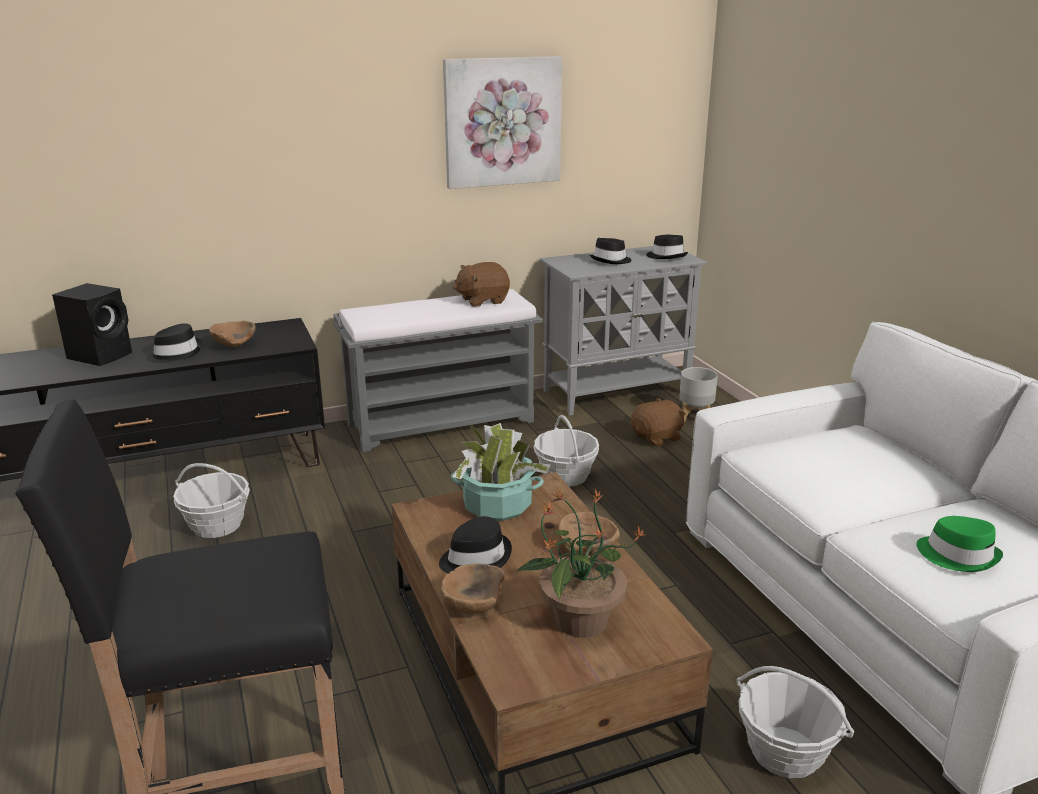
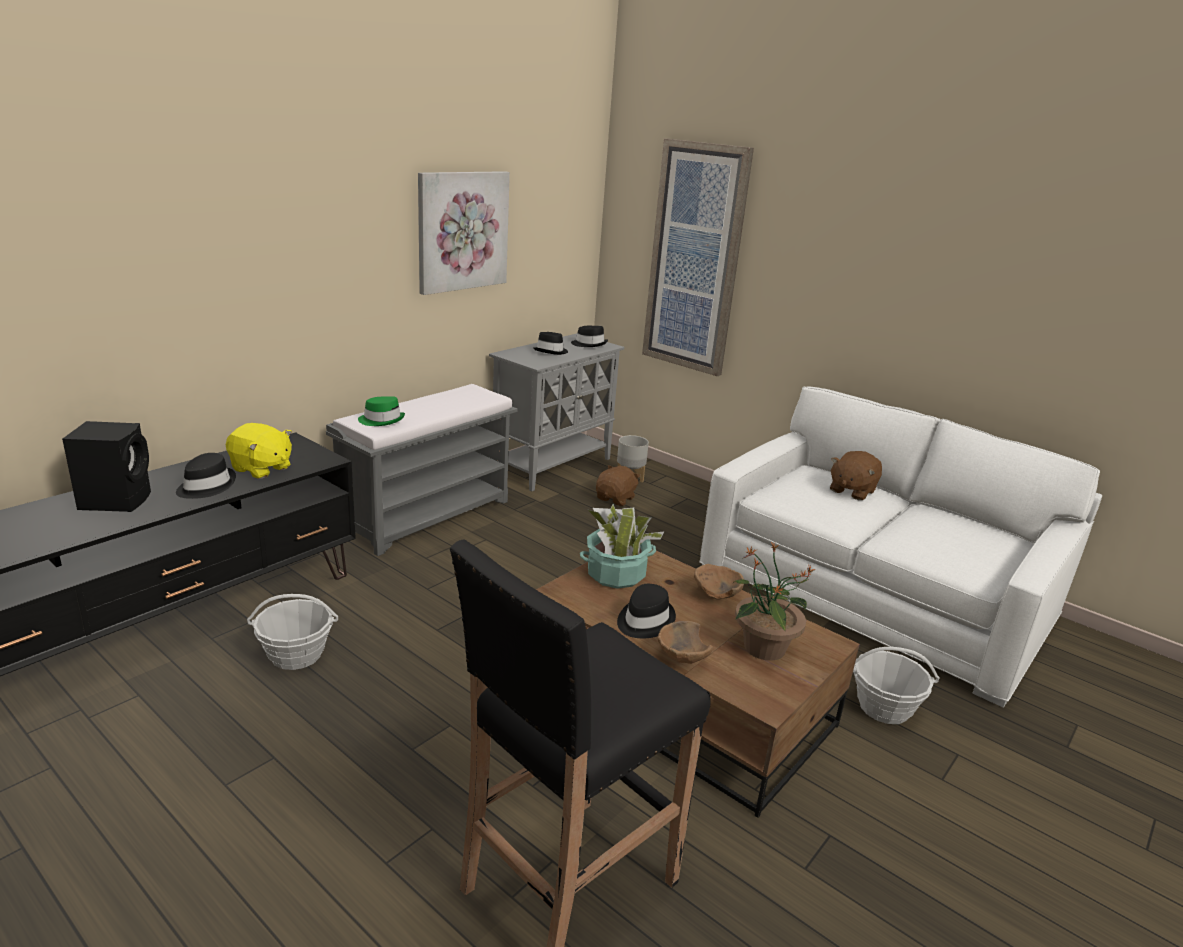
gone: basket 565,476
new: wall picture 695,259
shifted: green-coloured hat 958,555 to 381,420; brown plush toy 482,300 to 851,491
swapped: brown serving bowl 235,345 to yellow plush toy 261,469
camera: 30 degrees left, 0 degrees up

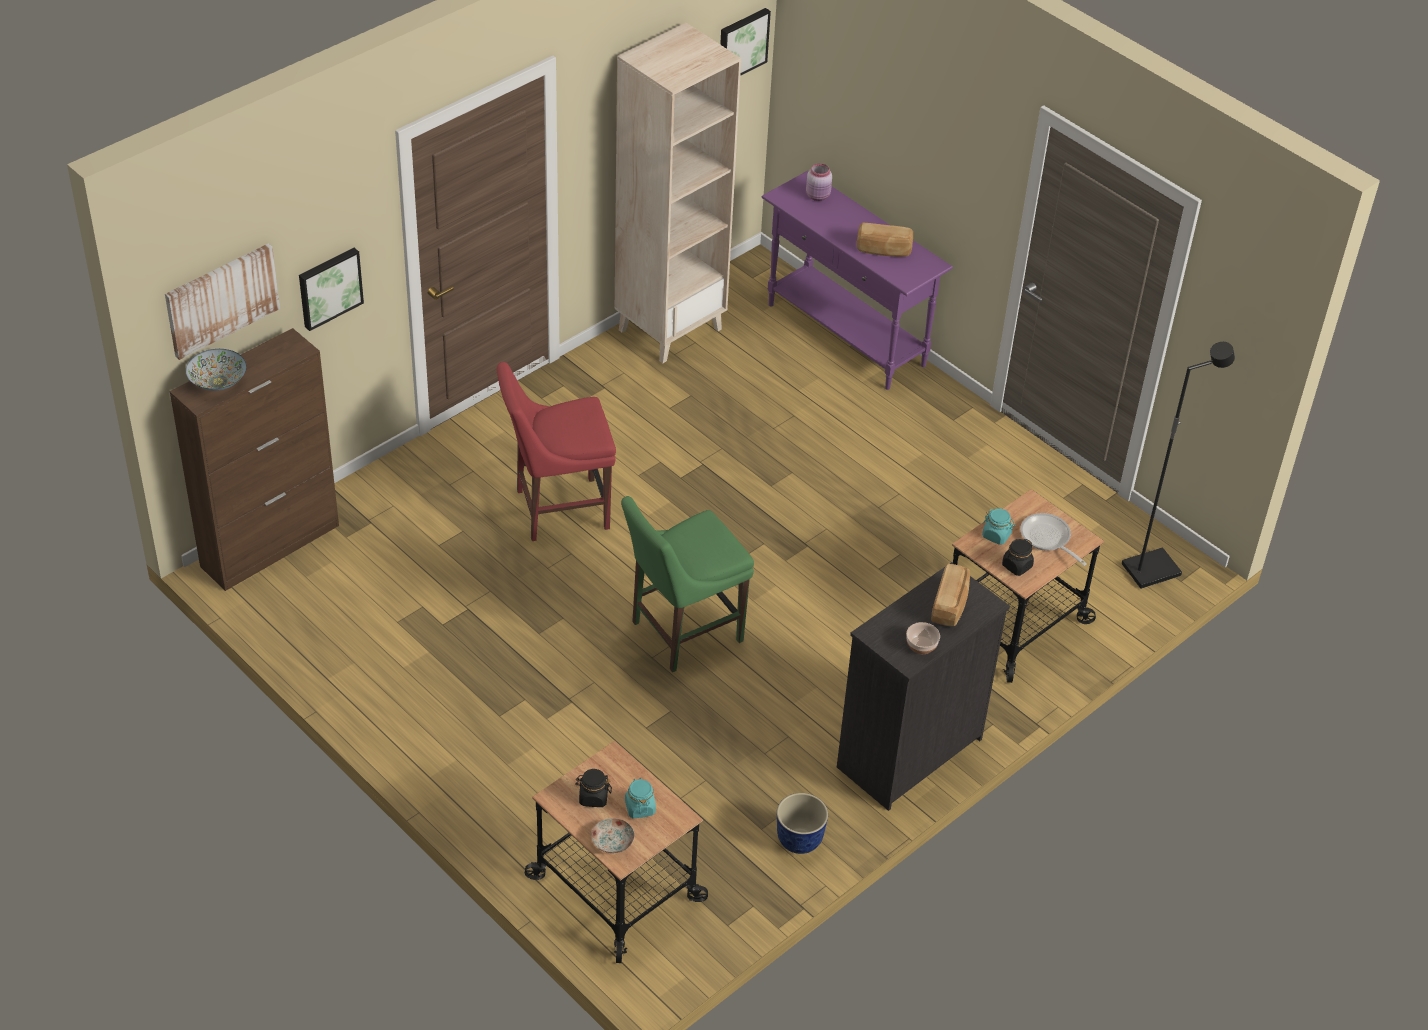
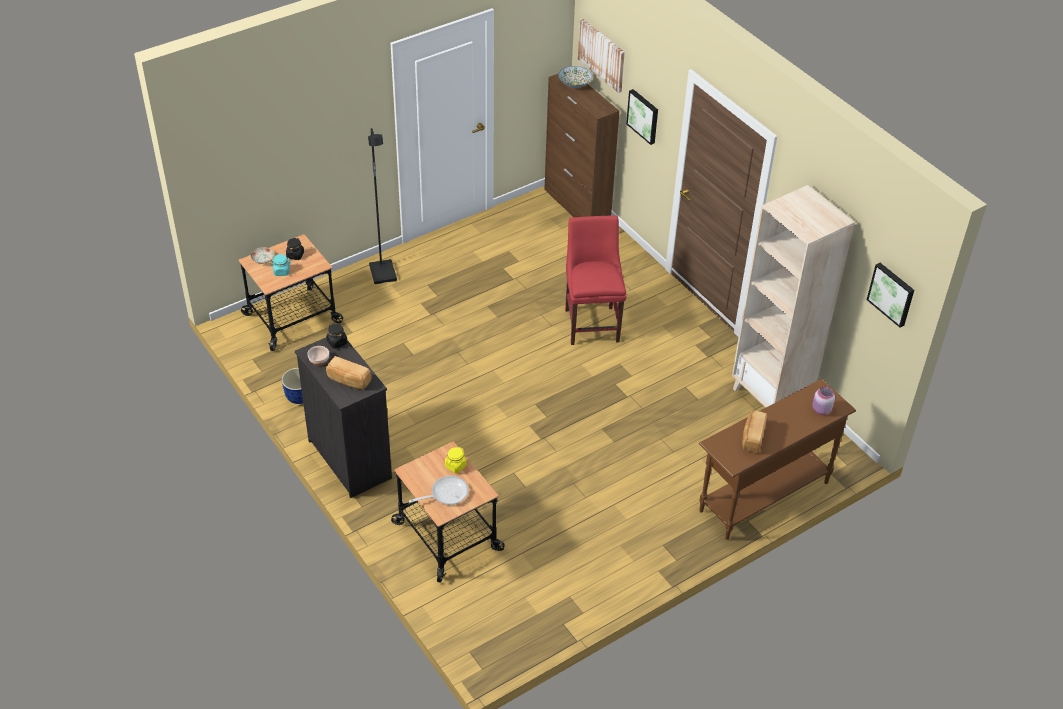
gone: green-coloured chair 682,633
shifted: black preserve jar 1017,566 to 337,342; black standard lamp 1150,569 to 384,273
repainted: blue-green preserve jar 996,535 to yellow preserve jar 455,466; purplish narrow table 846,335 to brown narrow table 763,496
camera: 100 degrees right, 0 degrees up

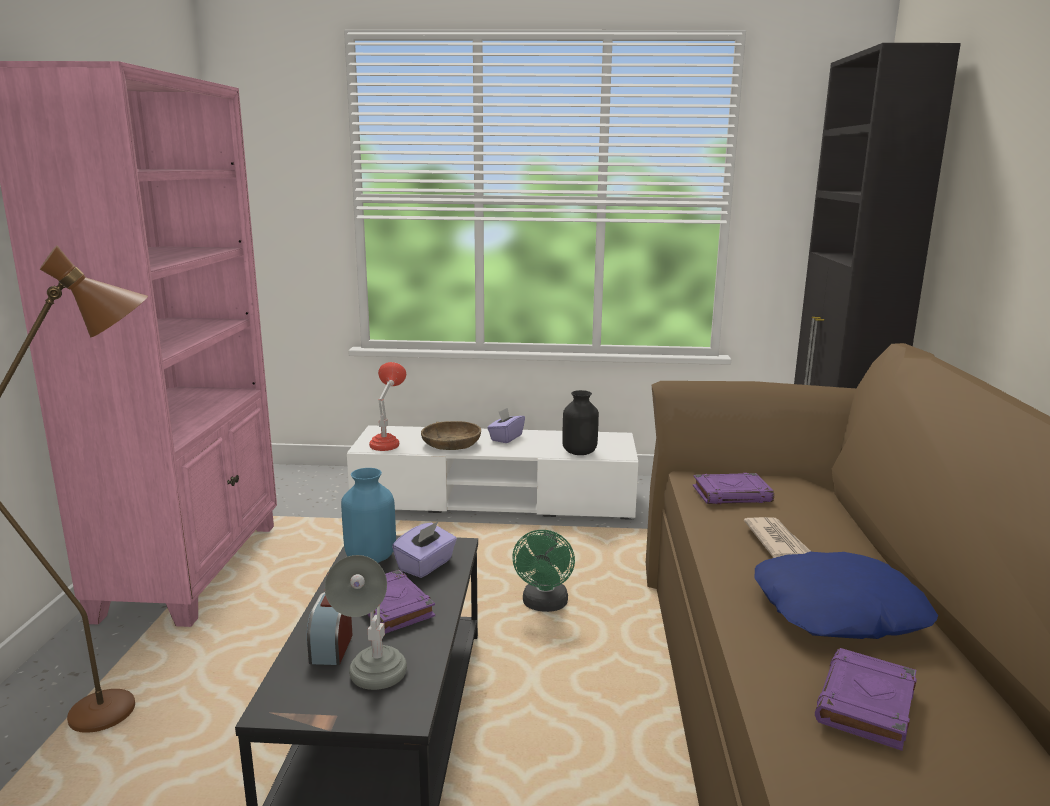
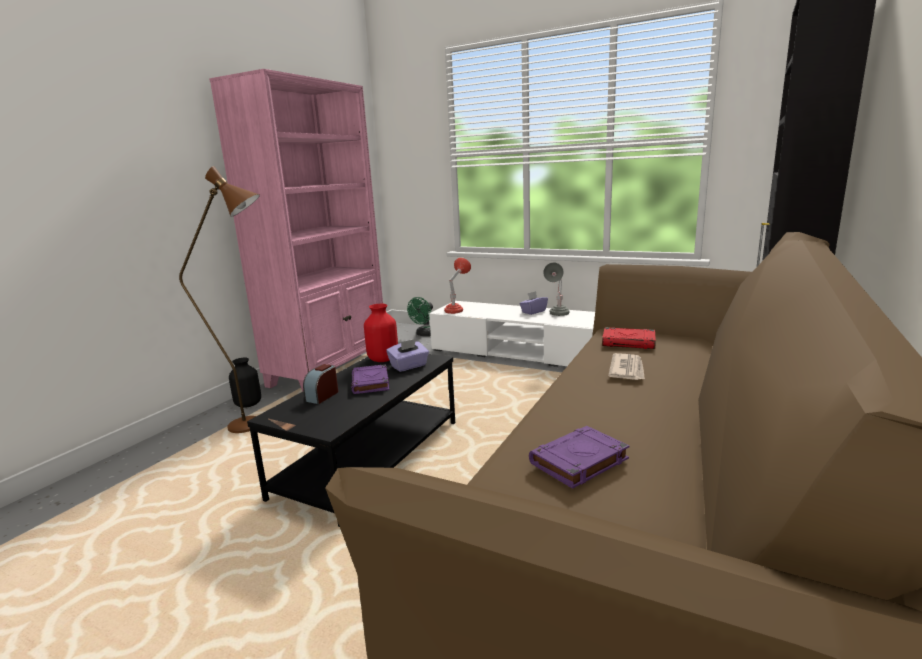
gone: brown serving bowl 451,444; bluish cushion 839,611
shifted: black decorative vase 579,452 to 248,404; green-coloured cooling fan 544,605 to 424,334; gray tabletop lamp 373,684 to 557,315
repainted: bluish decorative vase 370,557 to red-coloured decorative vase 382,359; purplish volume 732,494 to red-coloured volume 629,342
camera: 25 degrees right, 0 degrees up

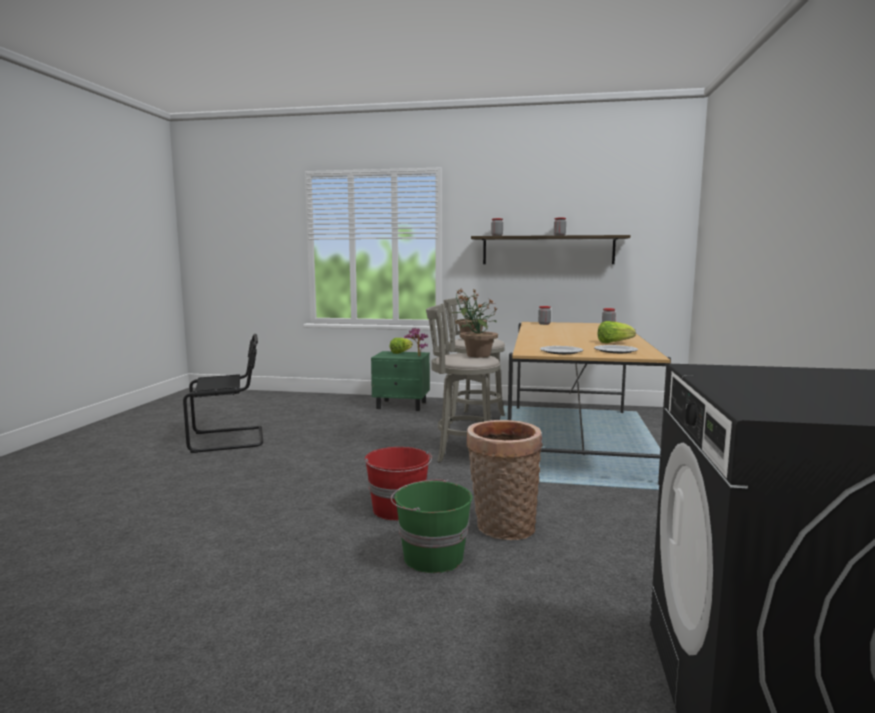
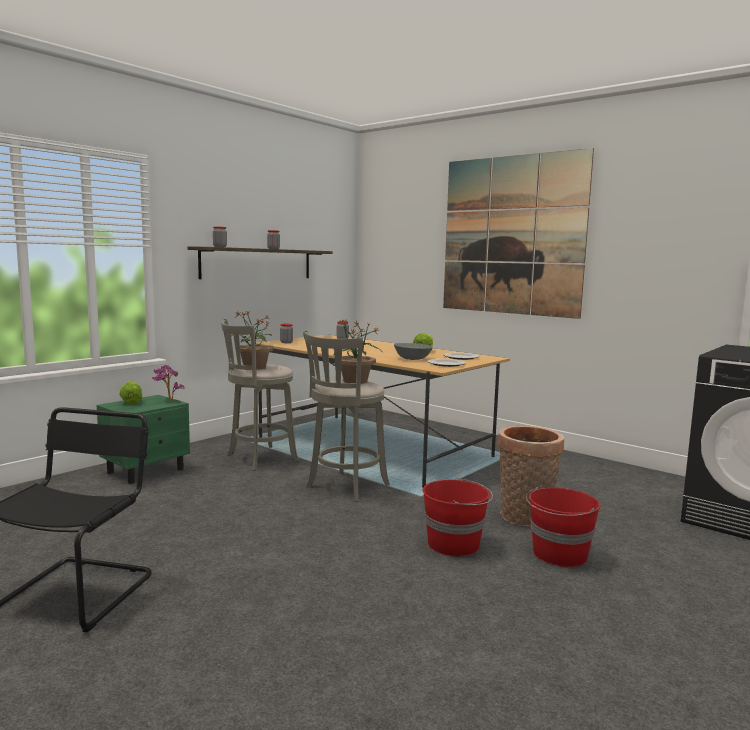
new: gray serving bowl 412,359; wall picture 511,235
repainted: green-coloured bucket 432,557 to red-coloured bucket 559,554
camera: 60 degrees left, 0 degrees up

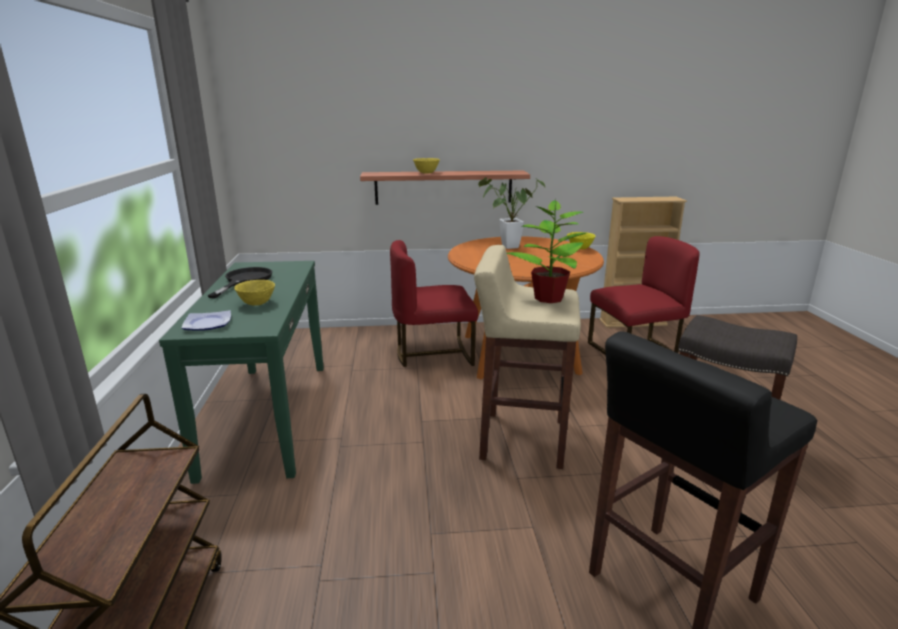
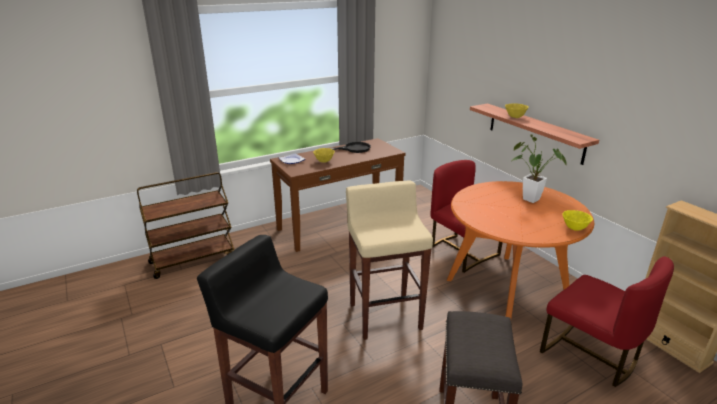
gone: plant in a pot 548,298
repainted: green-coloured narrow table 267,416 to brown narrow table 339,225
camera: 65 degrees right, 5 degrees up

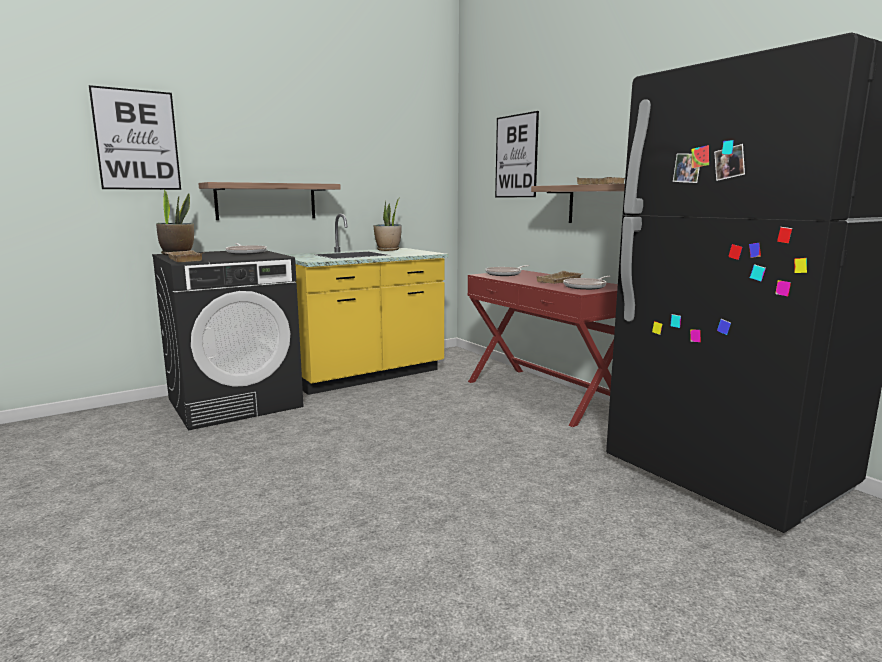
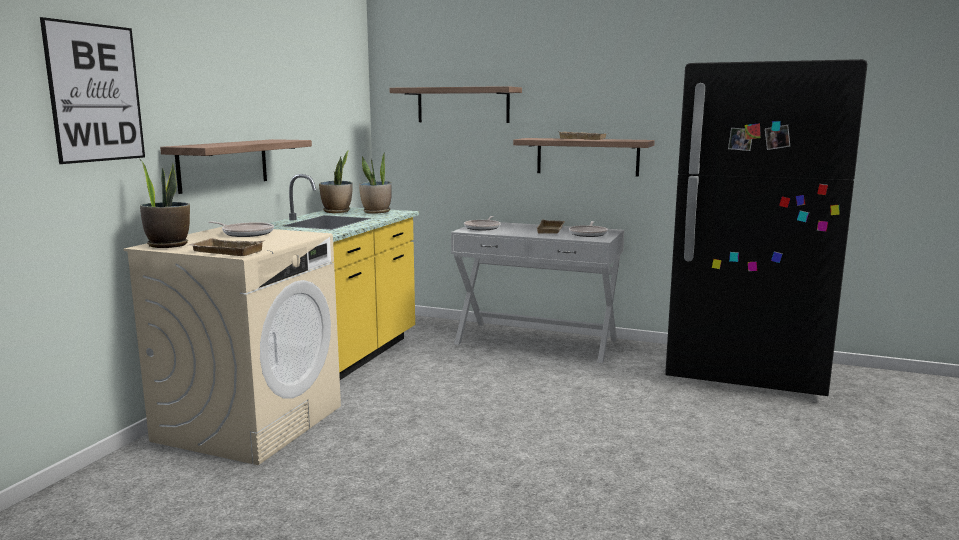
new: plant in a pot 376,212
swapped: wall picture 516,156 to bracket shelf 463,105
repainted: black laundry appliance 235,402 to beige-coloured laundry appliance 250,422; red-coloured narrow table 543,394 to white narrow table 536,341
camera: 35 degrees left, 0 degrees up

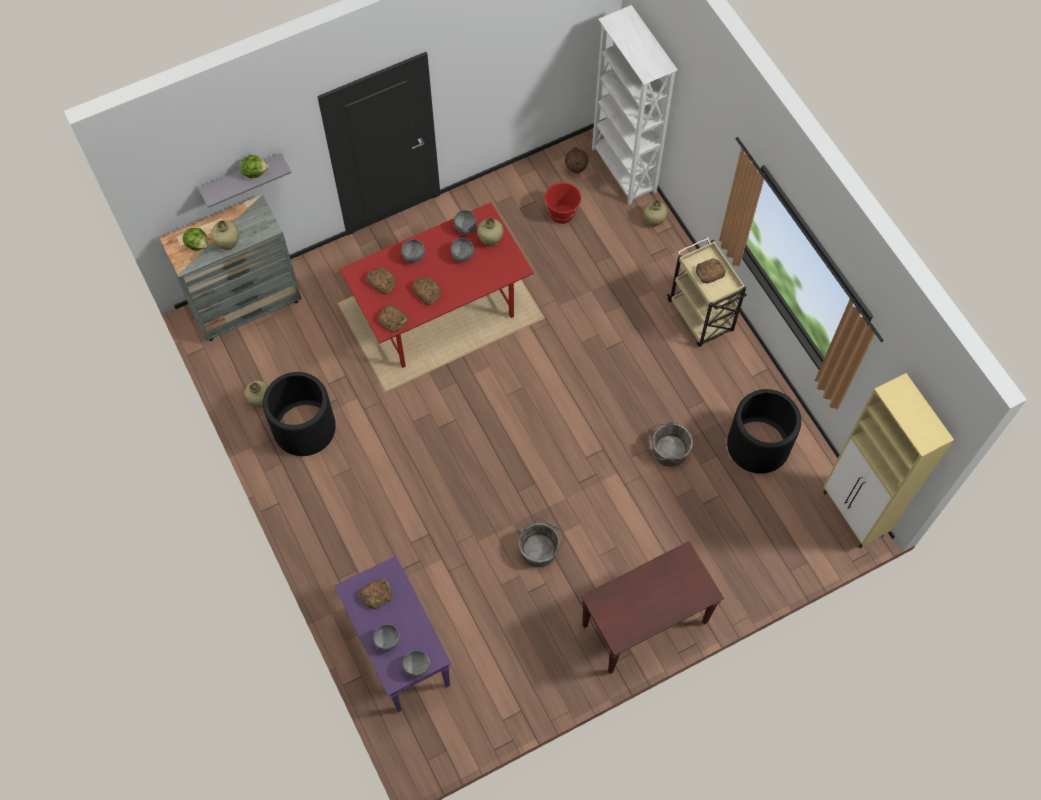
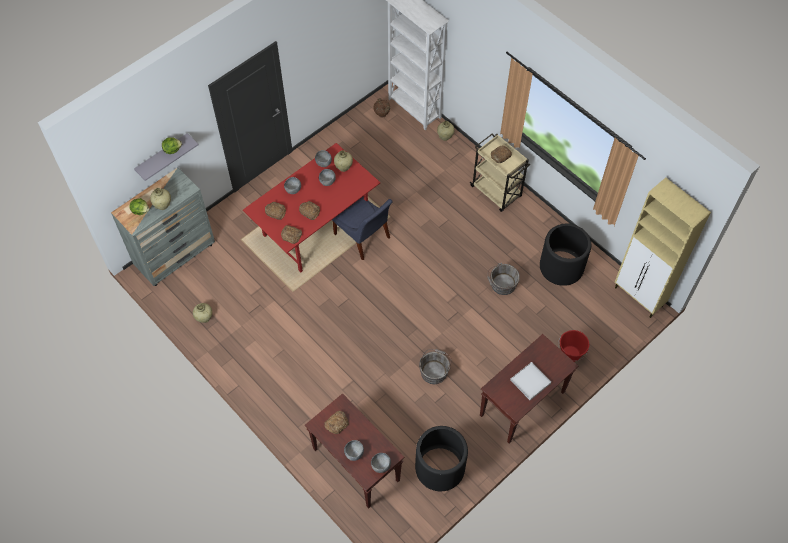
new: bluish chair 363,238; white tray 530,382
shifted: black plant pot 304,428 to 439,468; red-coloured bucket 562,214 to 570,354
repainted: purplish narrow table 398,649 to brown narrow table 355,464
camera: 15 degrees left, 5 degrees down

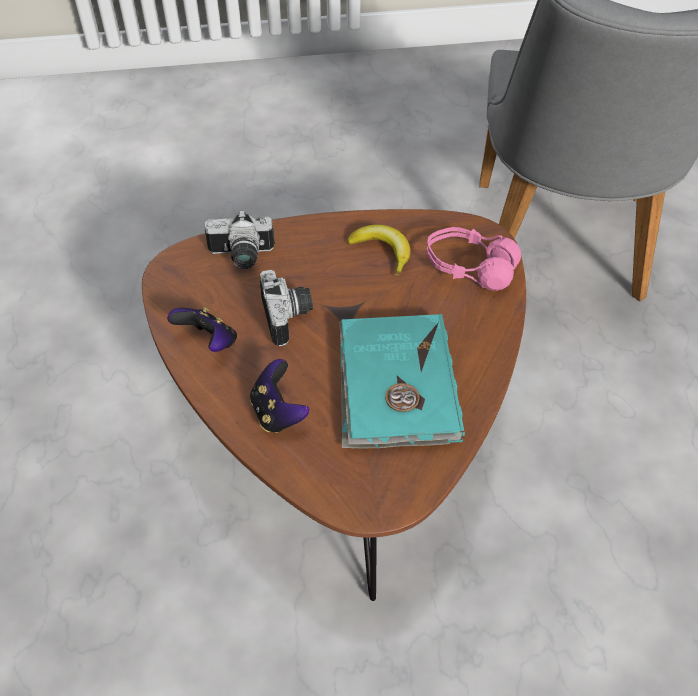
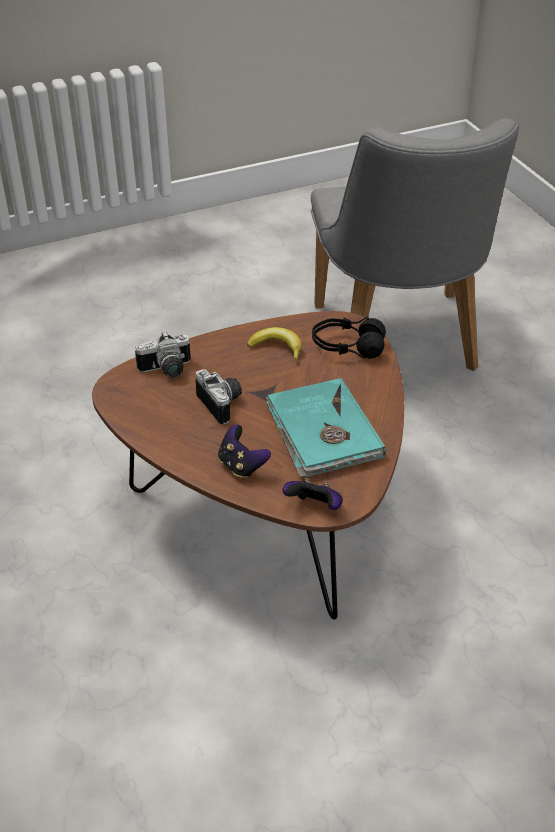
shifted: gamepad 209,342 to 315,508
repainted: pink pair of headphones 469,268 to black pair of headphones 348,347
camera: 15 degrees left, 10 degrees down

